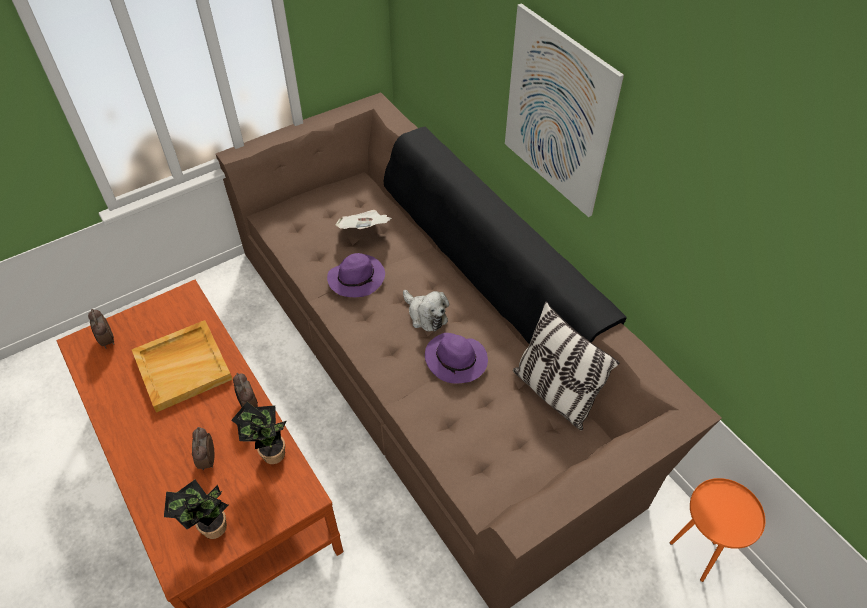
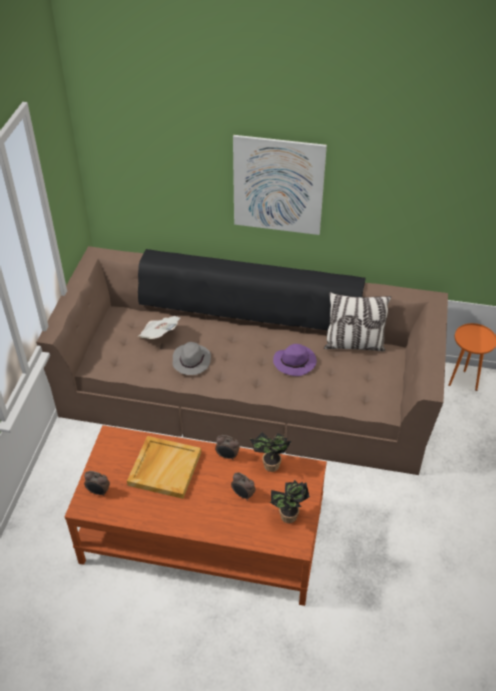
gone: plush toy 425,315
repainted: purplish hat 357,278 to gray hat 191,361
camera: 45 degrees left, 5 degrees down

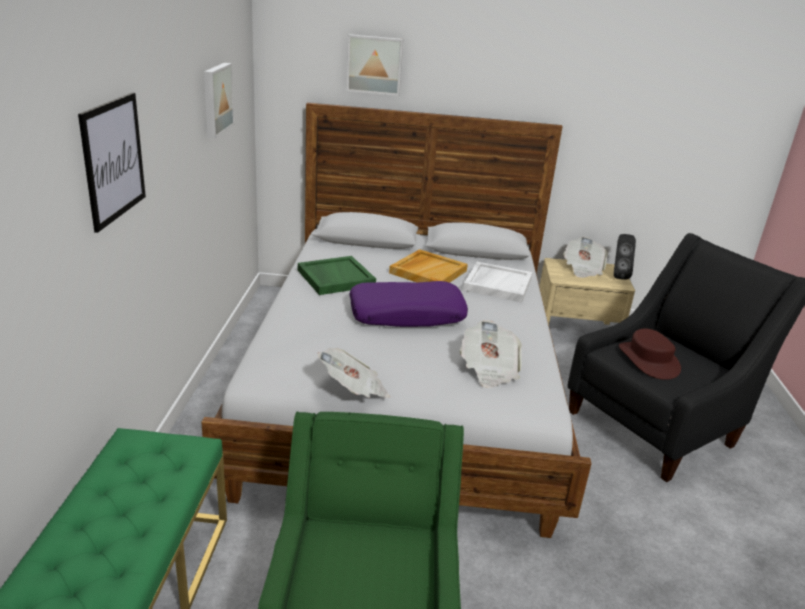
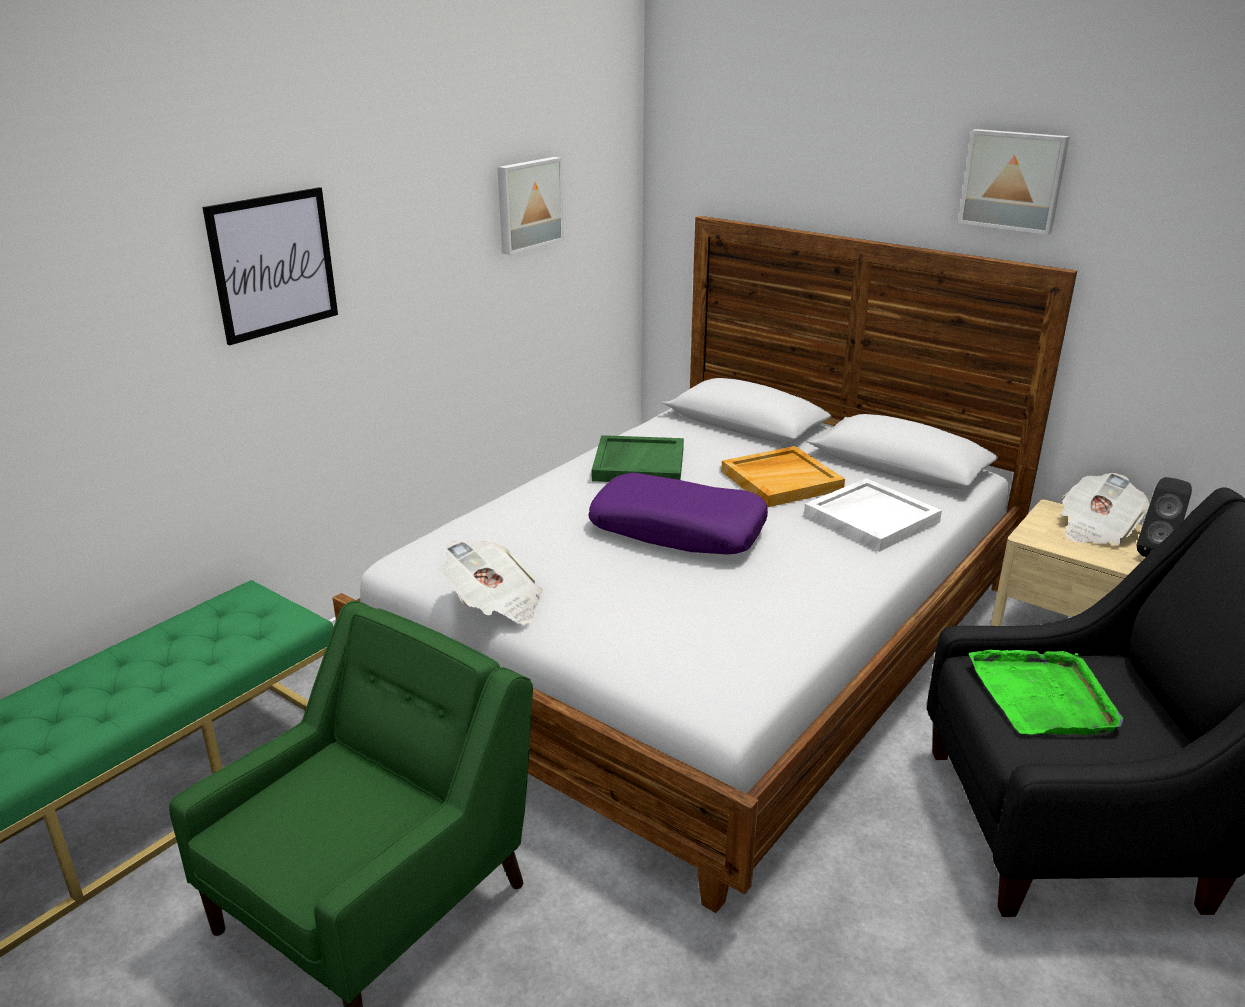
gone: daily paper 489,370
shifted: wall picture 374,65 to 1013,180
swapped: brown hat 648,360 to green-coloured tray 1043,696
camera: 35 degrees right, 0 degrees up

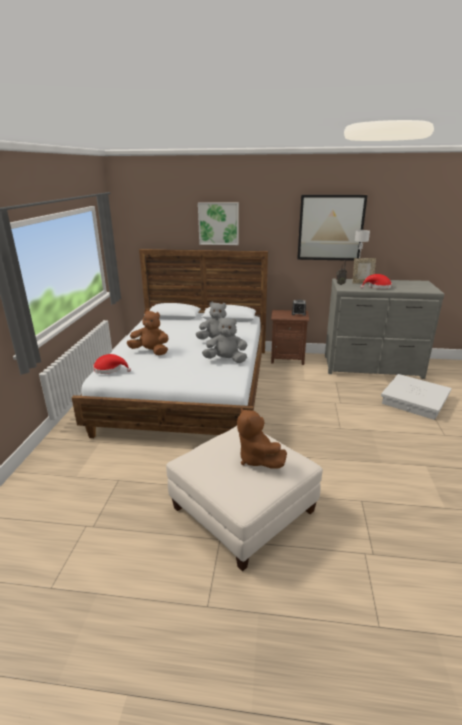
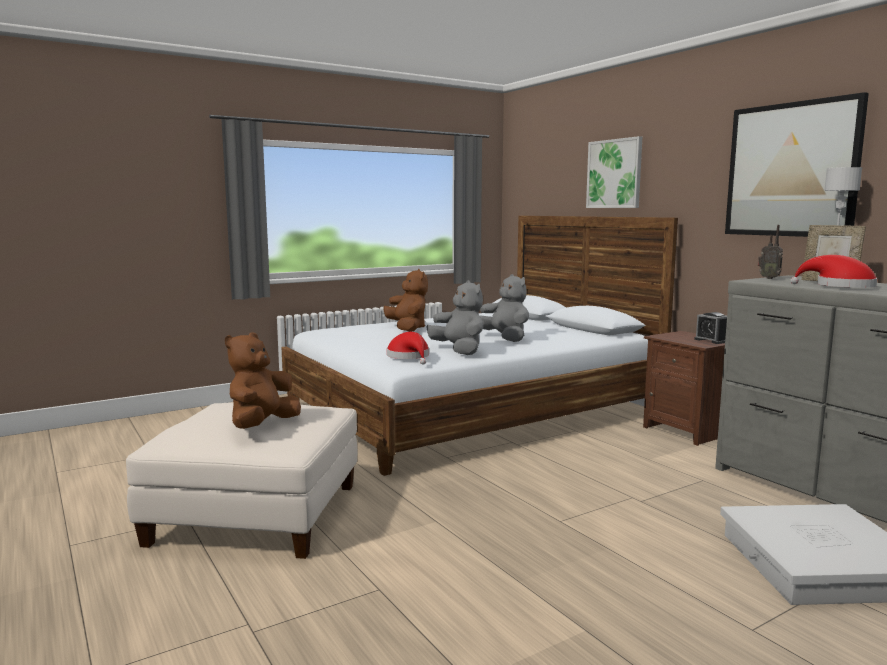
shifted: red-coloured hat 110,369 to 409,357
camera: 50 degrees right, 15 degrees down

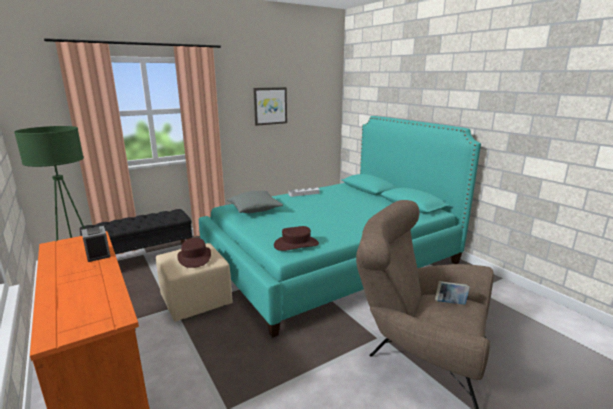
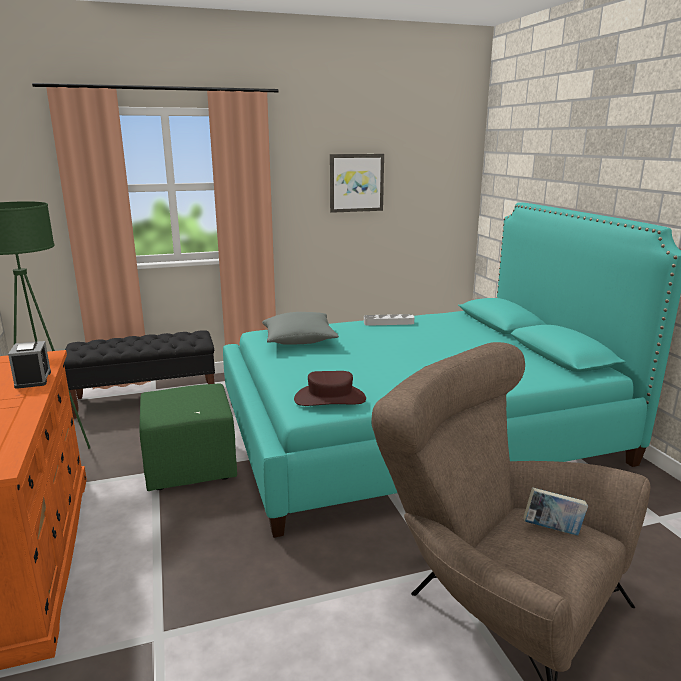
gone: brown hat 194,257
repainted: beige-coloured pouffe 197,301 to green-coloured pouffe 191,467
camera: 15 degrees right, 0 degrees up

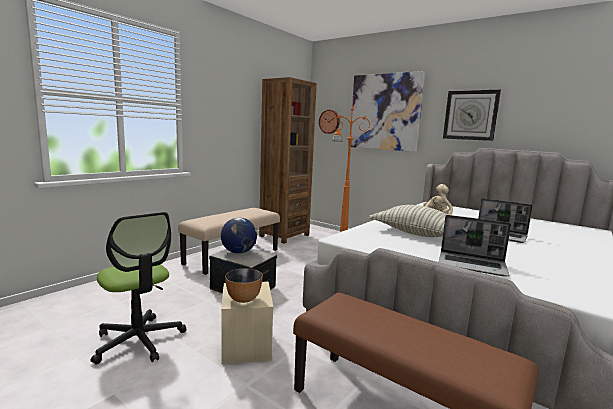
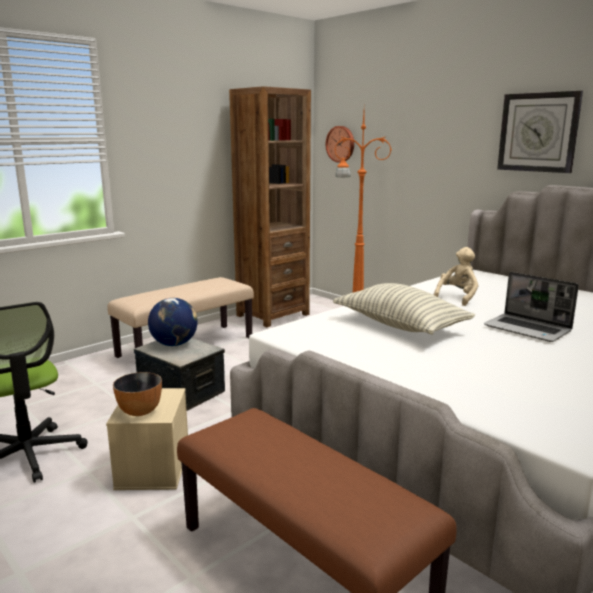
gone: wall picture 385,112; laptop 472,265
camera: 10 degrees right, 5 degrees up

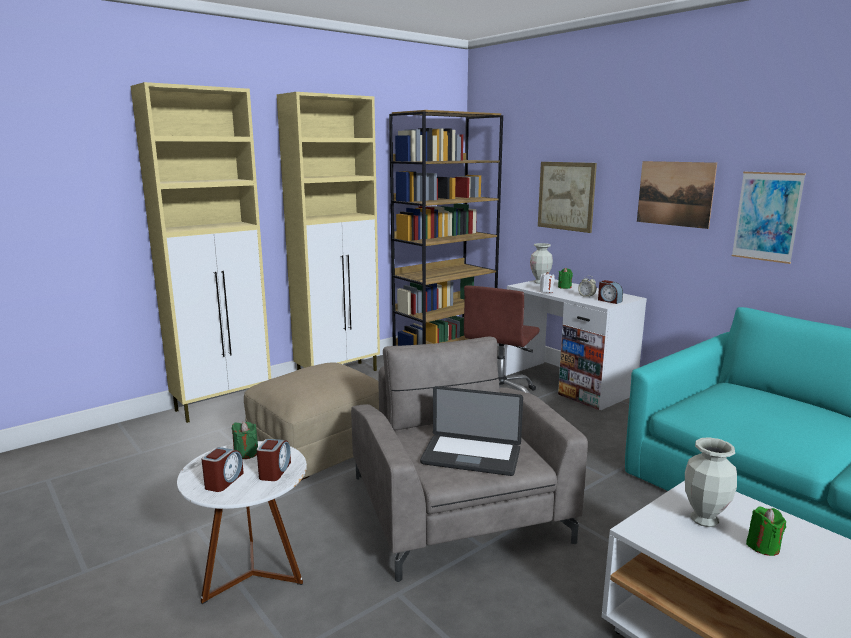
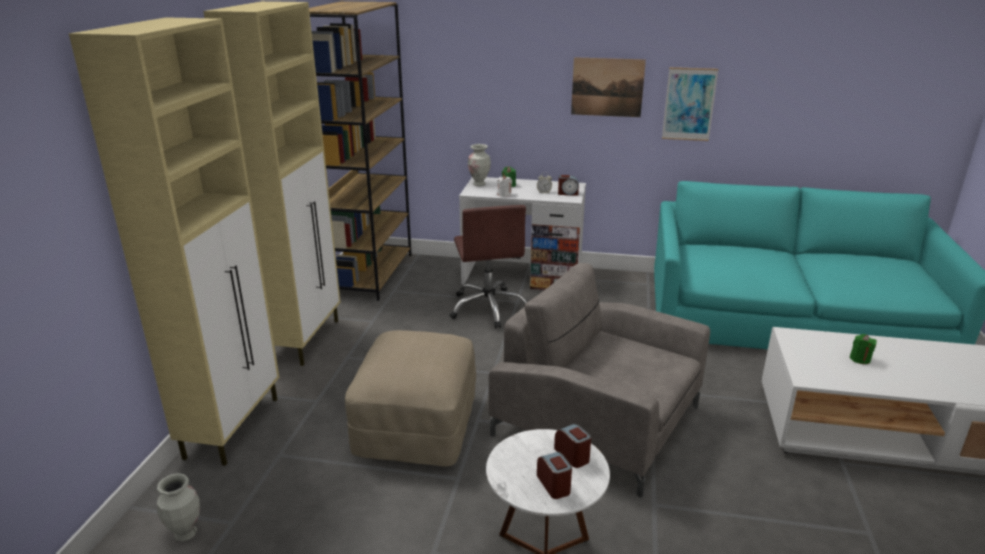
gone: green-coloured wax candle 246,453; laptop 471,456; wall picture 566,196
shifted: decorative vase 704,520 to 185,534
camera: 40 degrees left, 10 degrees up

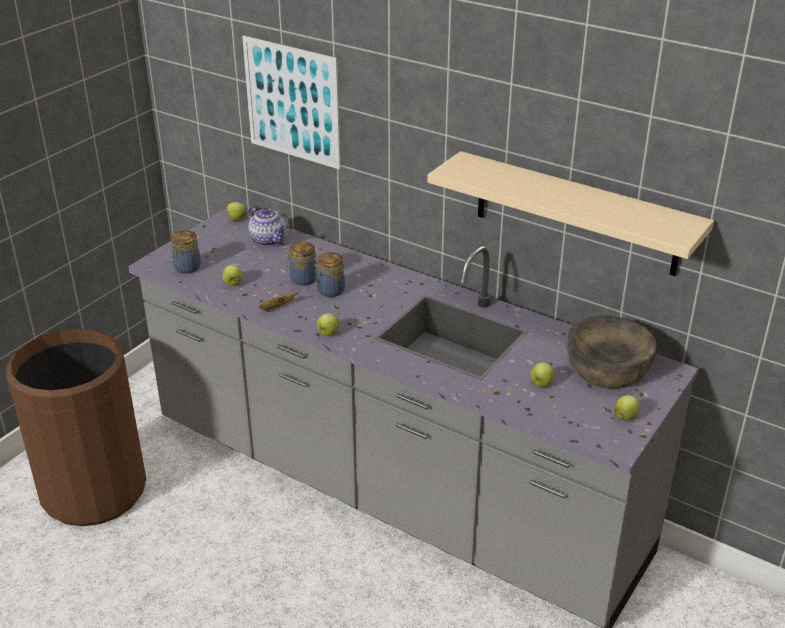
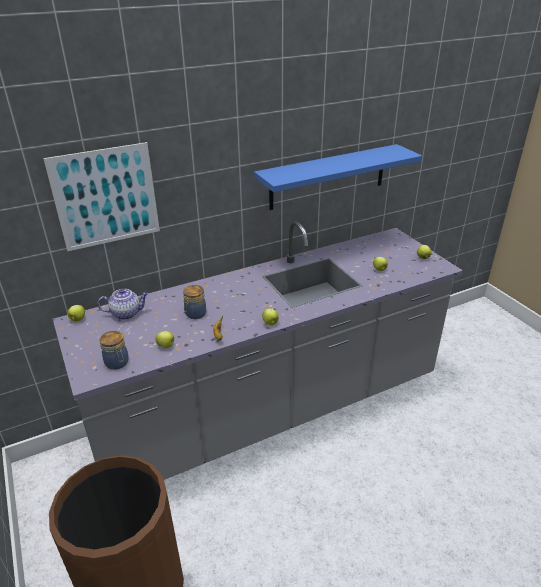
gone: preserve jar 329,291; brown serving bowl 607,370
repainted: beige-coloured bracket shelf 576,214 to bluish bracket shelf 328,177
camera: 60 degrees left, 0 degrees up

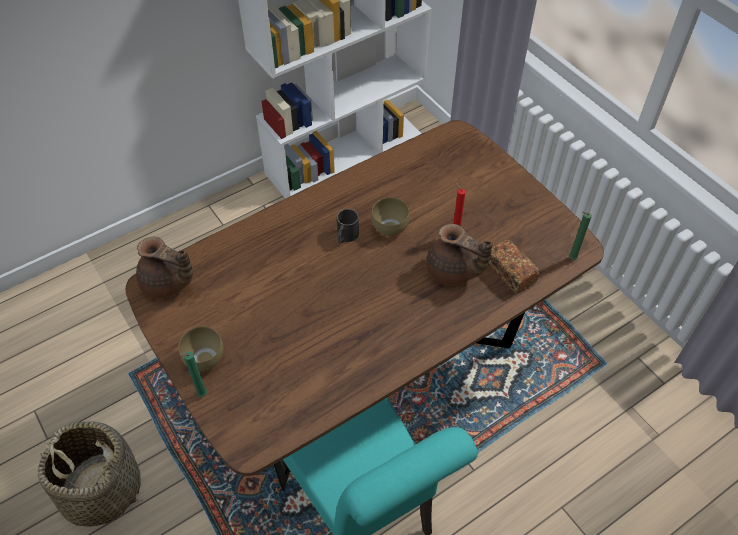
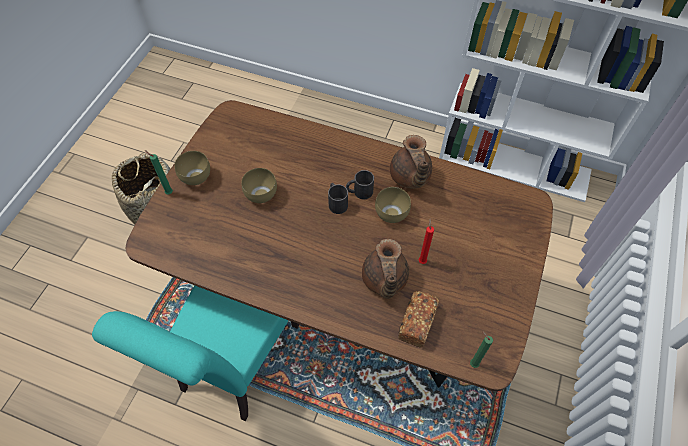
new: brown serving bowl 261,196; black mug 336,202
shifted: brown pot for tea 168,284 to 410,177
camera: 55 degrees right, 5 degrees up

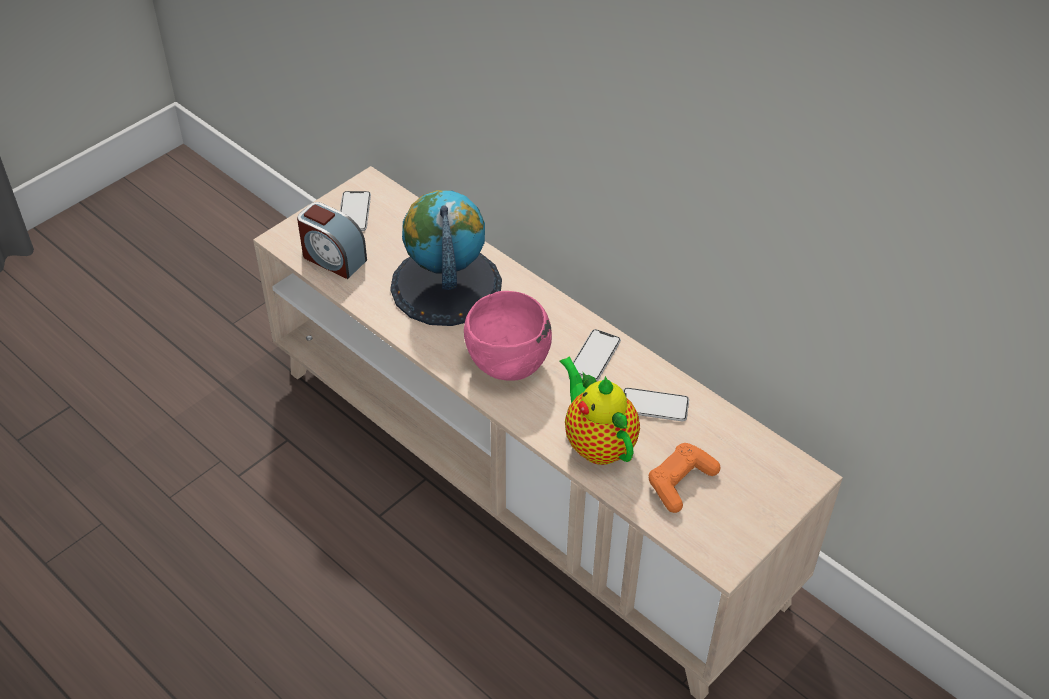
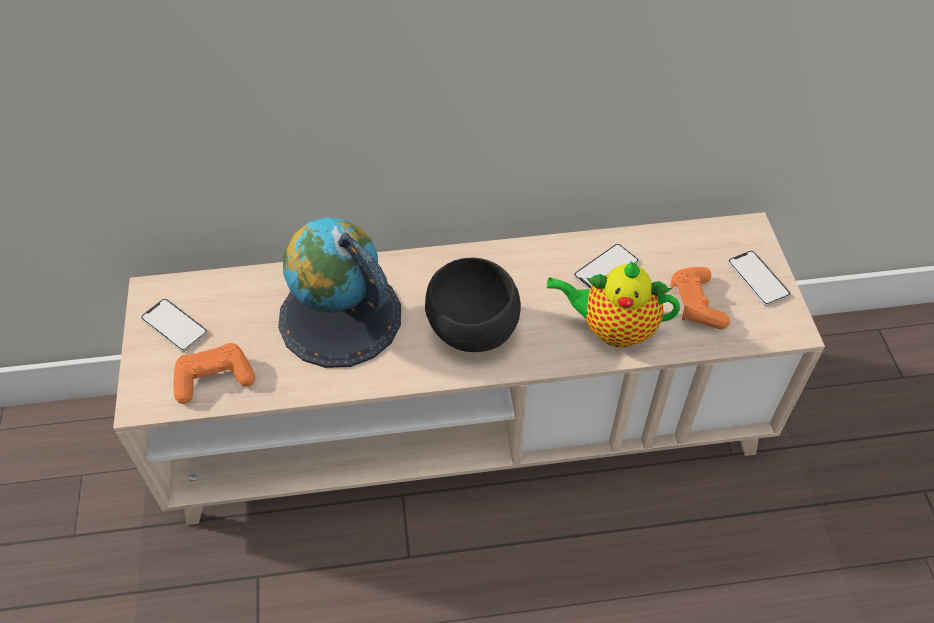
shifted: telephone 595,356 to 758,279
swapped: bedside clock 333,258 to orangey gamepad 214,379
repainted: pink serving bowl 507,364 to black serving bowl 473,333
camera: 50 degrees left, 5 degrees up

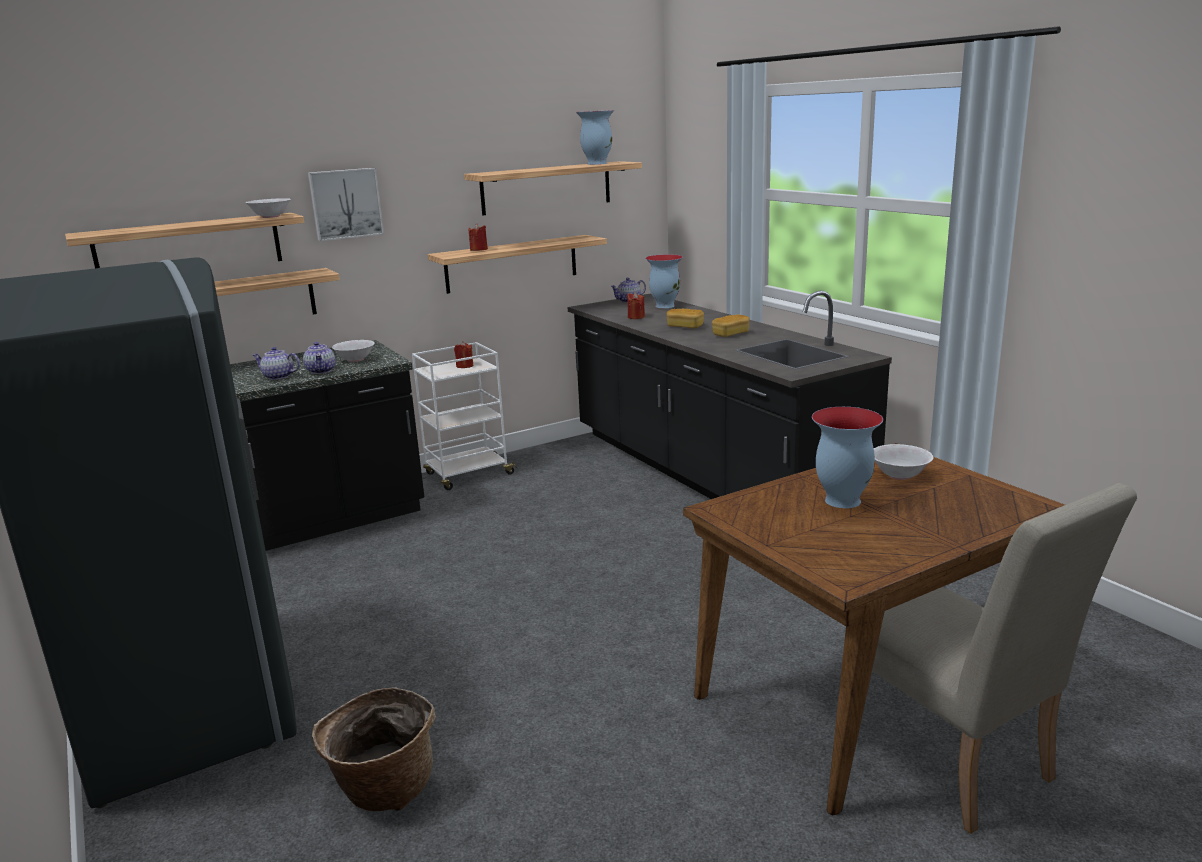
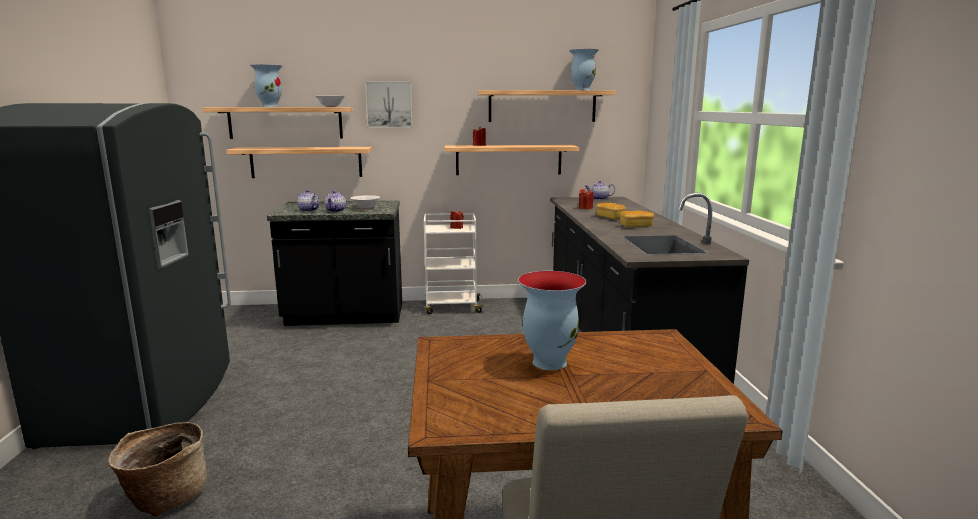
gone: white serving bowl 899,475
shifted: decorative vase 664,306 to 270,106
camera: 25 degrees right, 5 degrees down

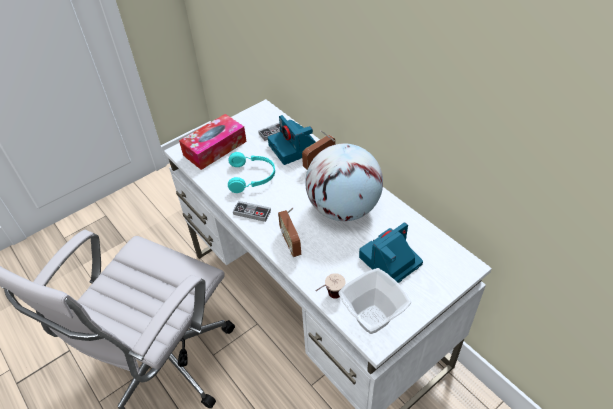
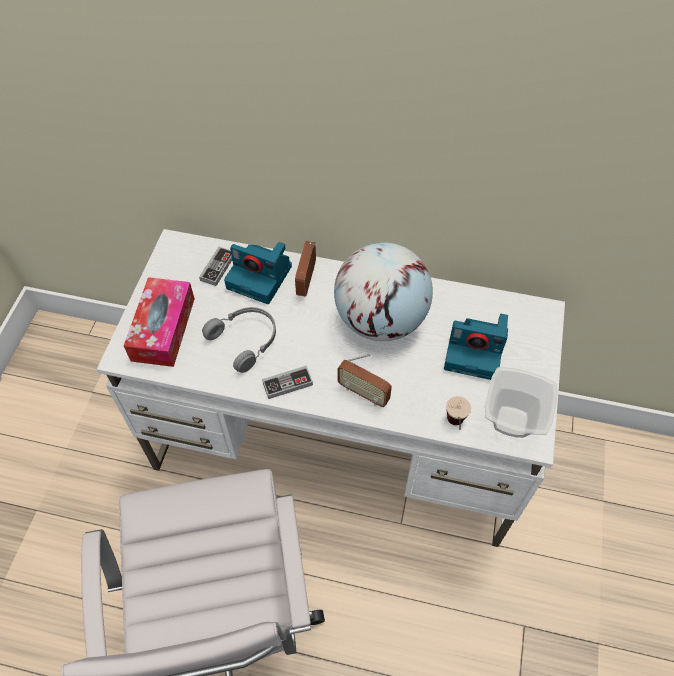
repainted: blue-green pair of headphones 252,177 to gray pair of headphones 246,340
rotated: still camera 389,261 = 475,351 90 degrees counterclockwise
camera: 40 degrees left, 10 degrees up

